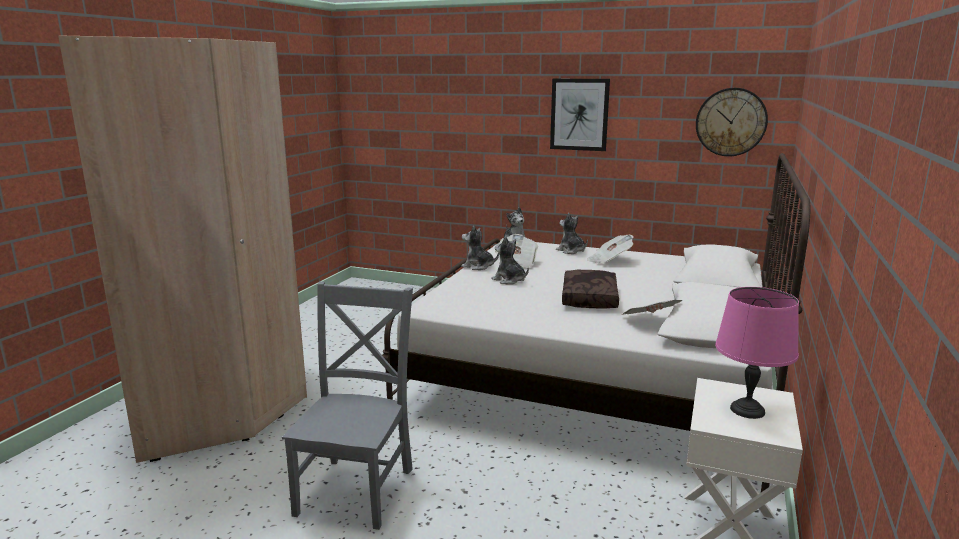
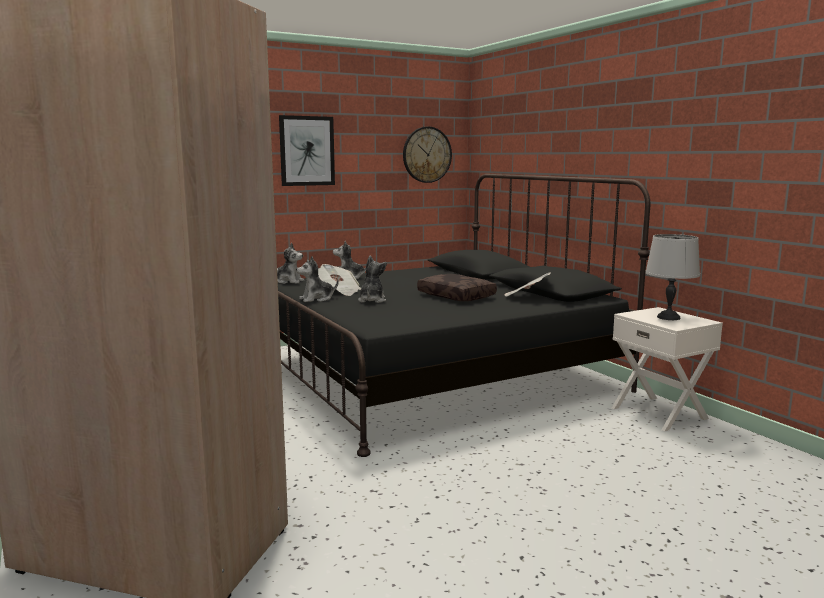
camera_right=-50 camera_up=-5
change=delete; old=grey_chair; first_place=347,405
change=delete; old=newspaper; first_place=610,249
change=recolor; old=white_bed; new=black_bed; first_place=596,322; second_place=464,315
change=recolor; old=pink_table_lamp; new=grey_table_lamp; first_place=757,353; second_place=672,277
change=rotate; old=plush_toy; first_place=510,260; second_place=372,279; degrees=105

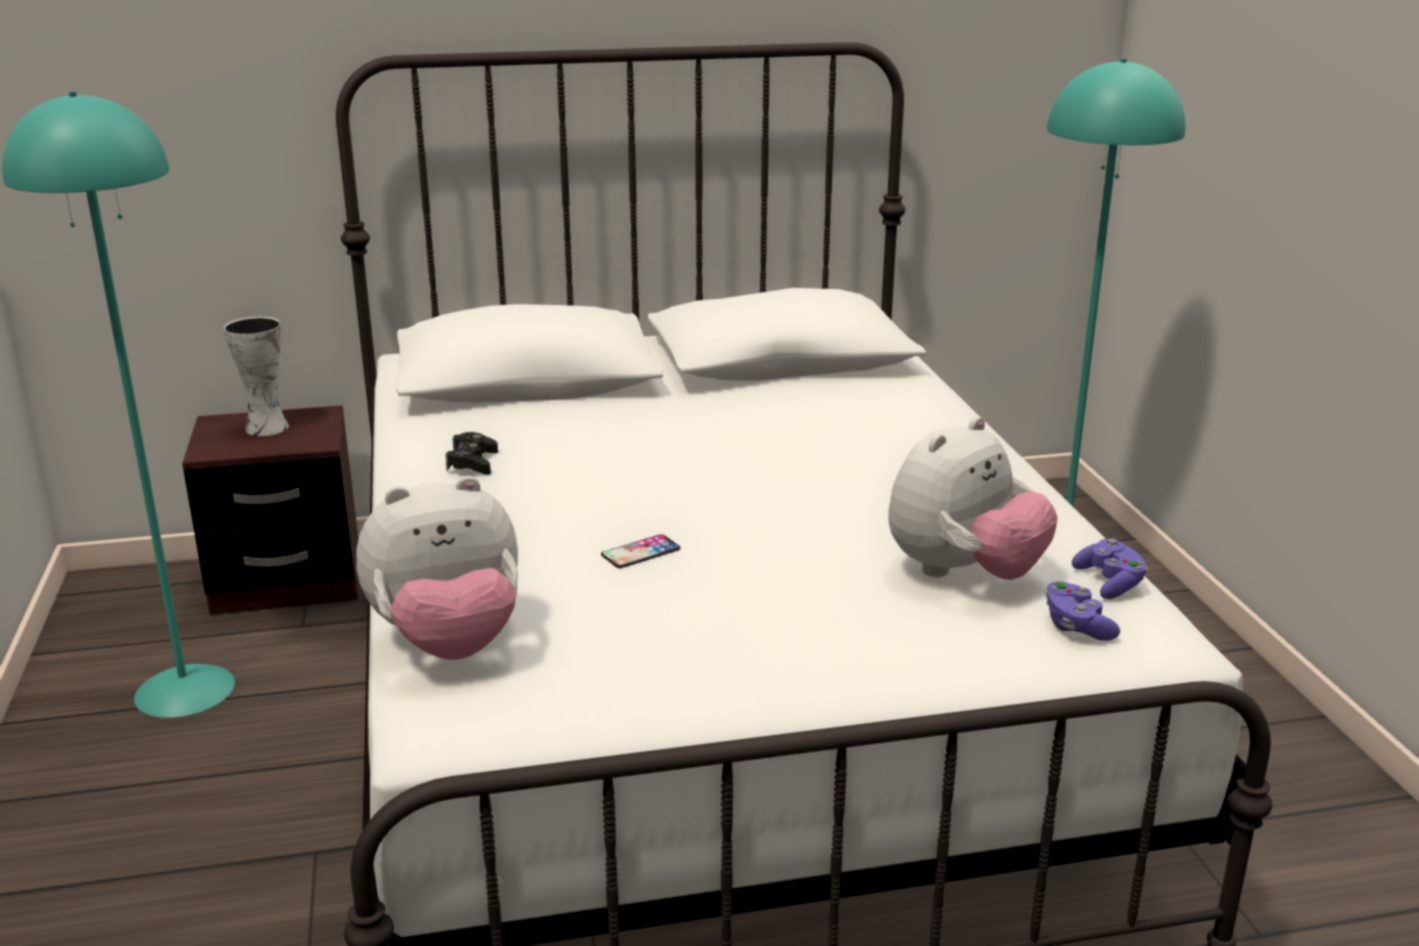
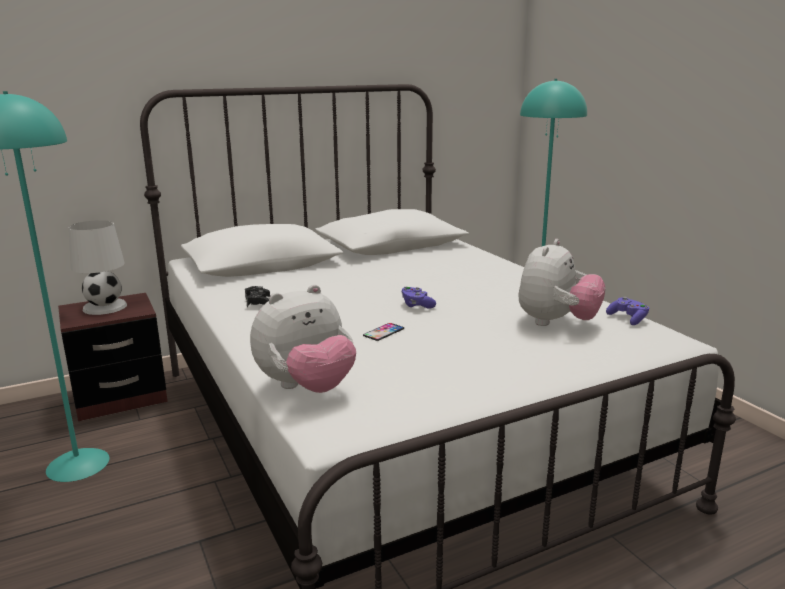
camera_right=-15 camera_up=-5
change=move; old=purple_game_controller; first_place=1082,611; second_place=418,297
change=replace; old=vase; new=white_table_lamp; first_place=256,376; second_place=98,267

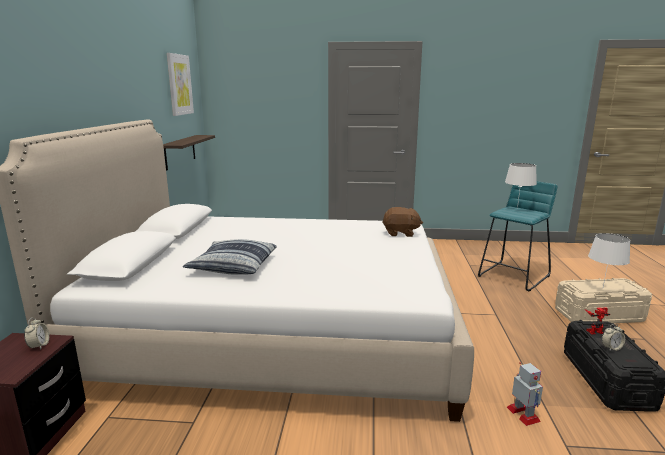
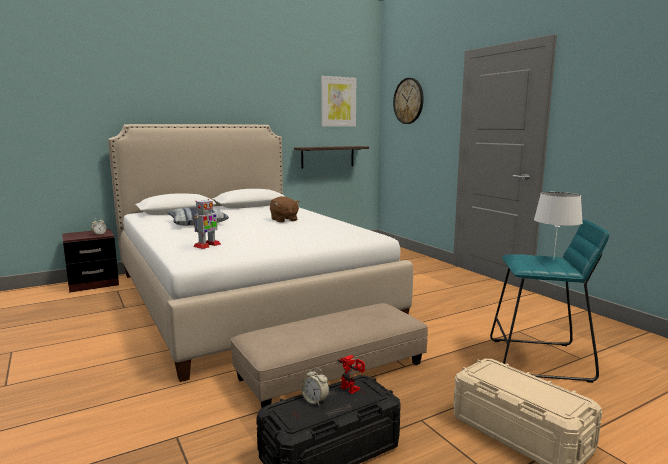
camera_right=55 camera_up=-5
change=delete; old=white_table_lamp; first_place=609,260
change=insert; new=beige_ottoman; second_place=329,355
change=insert; new=wall_clock; second_place=408,101
change=move; old=brown_plush_toy; first_place=402,222; second_place=285,209
change=move; old=toy_robot; first_place=525,394; second_place=207,224

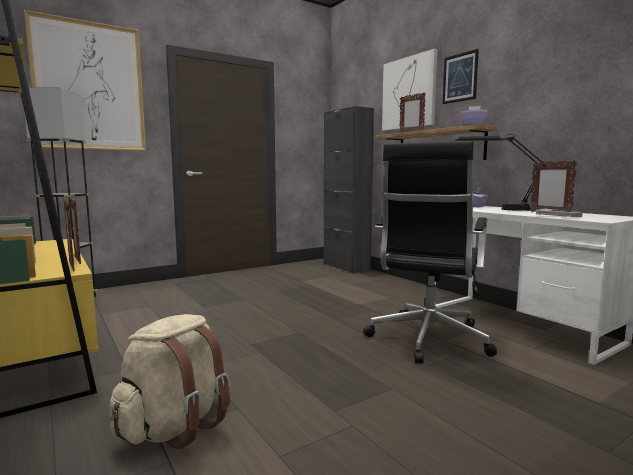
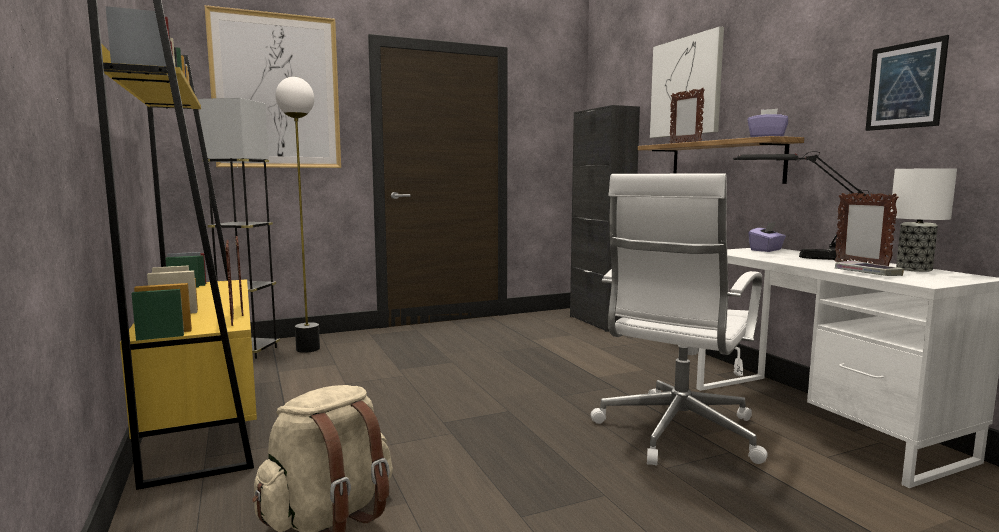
camera_right=10 camera_up=0
change=insert; new=floor_lamp; second_place=298,215
change=insert; new=table_lamp; second_place=923,220
change=move; old=picture; first_place=460,76; second_place=907,83
change=recolor; old=black_office_chair; new=white_office_chair; first_place=430,252; second_place=679,320

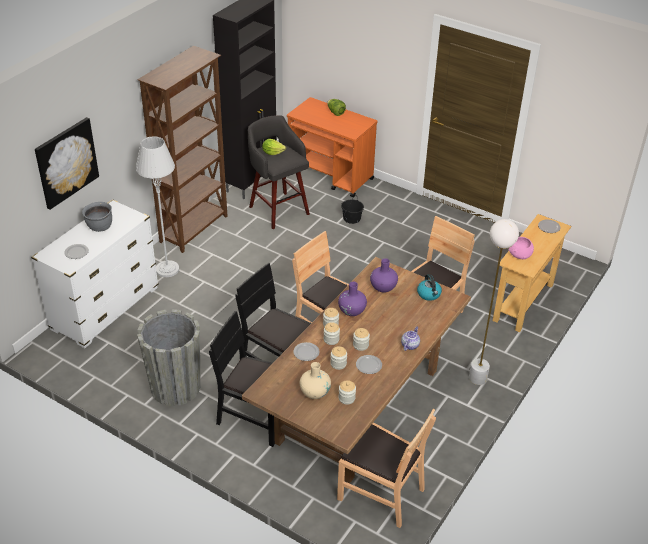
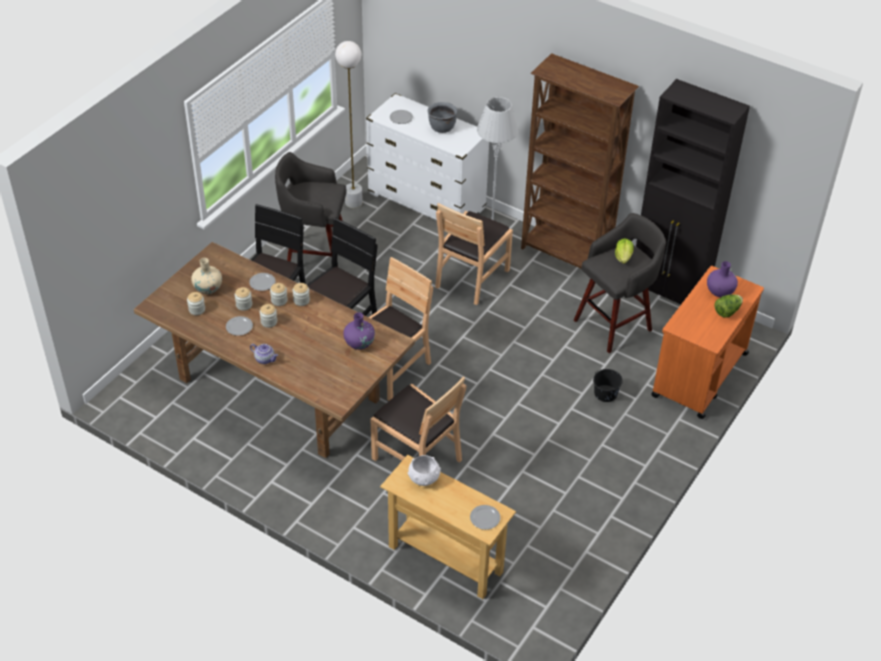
camera_right=90 camera_up=5
change=delete; old=picture; first_place=67,163
change=delete; old=kettle; first_place=429,287
change=move; old=brown_chair; first_place=386,468; second_place=474,254
change=move; old=purple_vase; first_place=352,299; second_place=722,279
change=move; old=white_floor_lamp; first_place=494,302; second_place=349,124
change=replace; old=grey_planter; new=grey_stool; first_place=169,357; second_place=310,207
change=recolor; old=pink_bowl; new=white_bowl; first_place=521,248; second_place=424,470

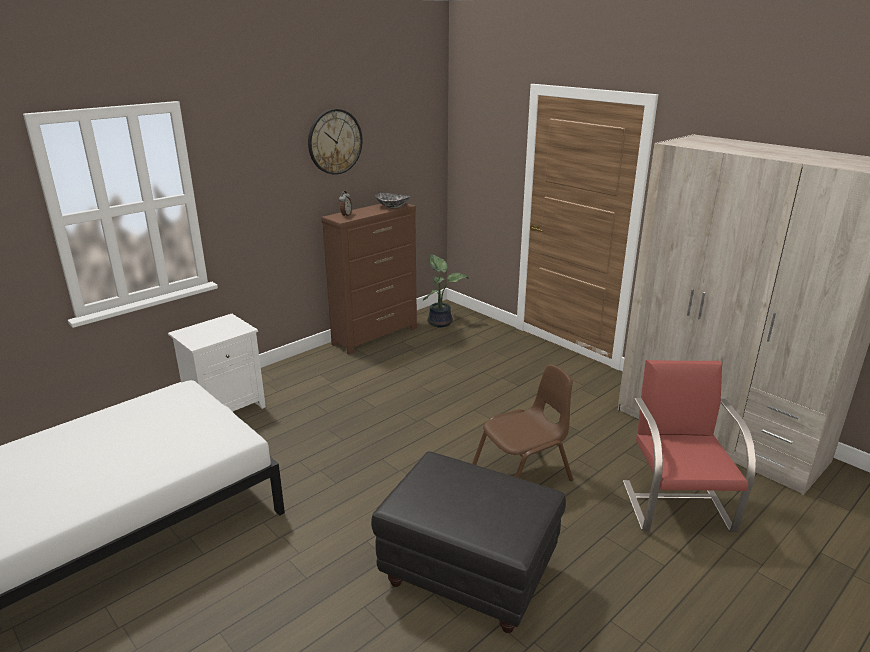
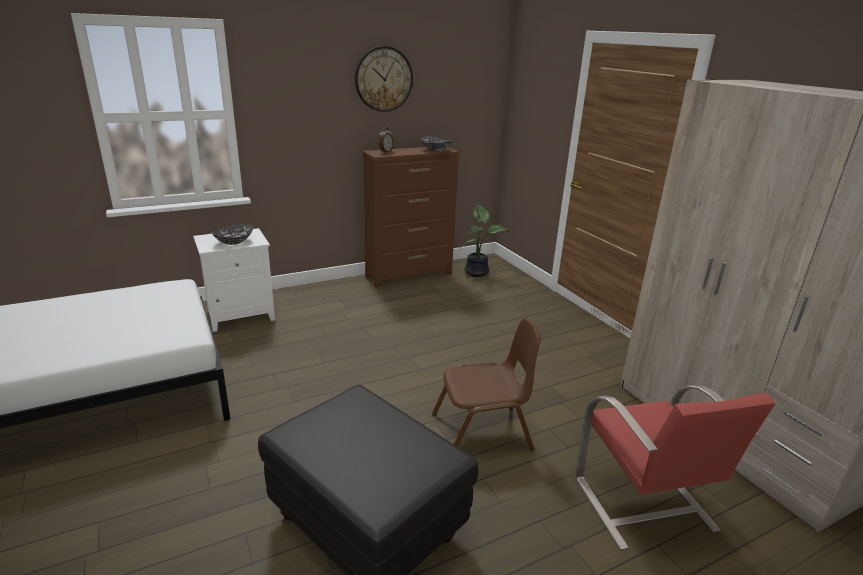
camera_right=15 camera_up=0
change=insert; new=bowl; second_place=232,234
change=rotate; old=red_chair; first_place=689,446; second_place=676,467; degrees=150

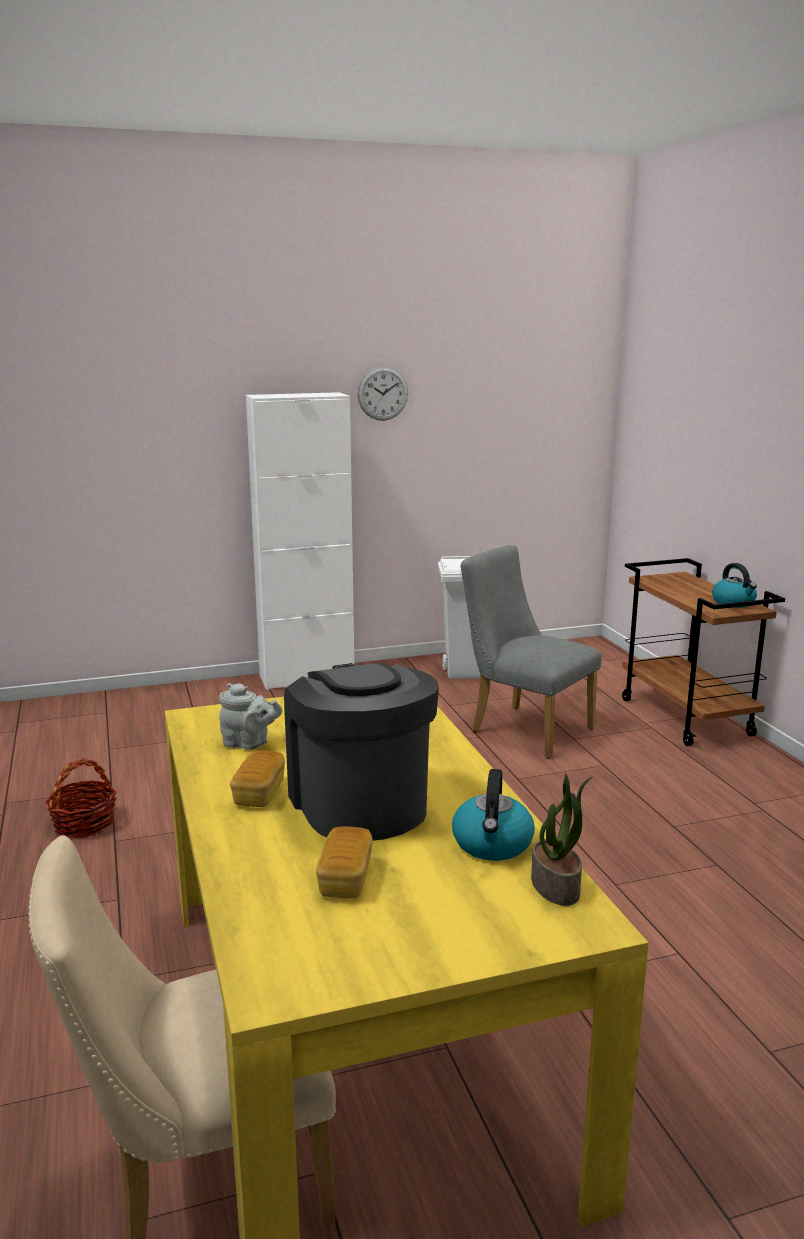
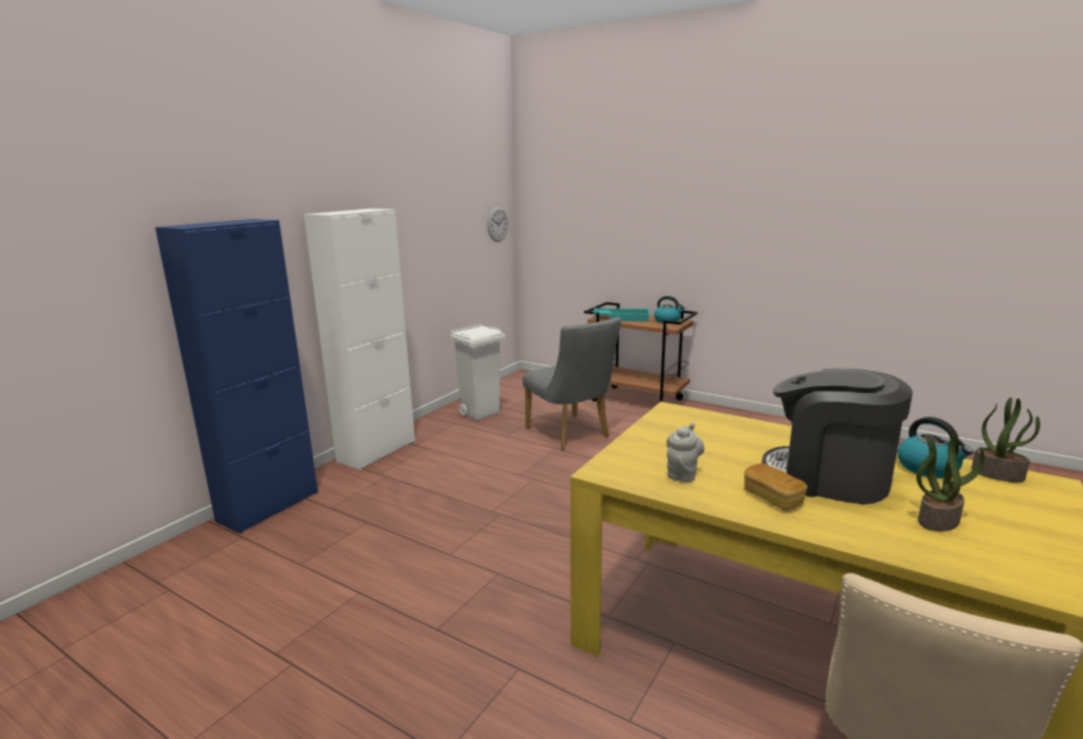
camera_right=-40 camera_up=0
change=delete; old=basket; first_place=81,798
change=insert; new=blue_cabinet; second_place=236,376
change=insert; new=turquoise_tray; second_place=621,314
change=move; old=wall_clock; first_place=382,394; second_place=497,224
change=replace; old=bread; new=potted_plant; first_place=344,862; second_place=950,482
change=rotate; old=grey_teapot; first_place=251,716; second_place=685,452; degrees=-45
change=rotate; old=grey_chair; first_place=531,651; second_place=572,383; degrees=-120

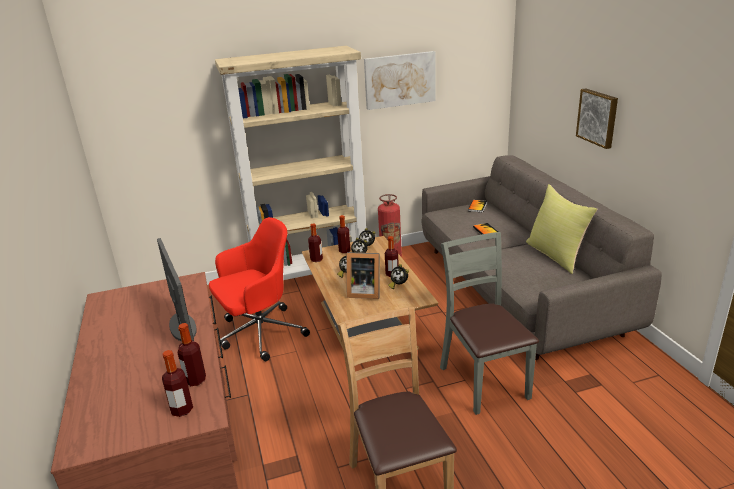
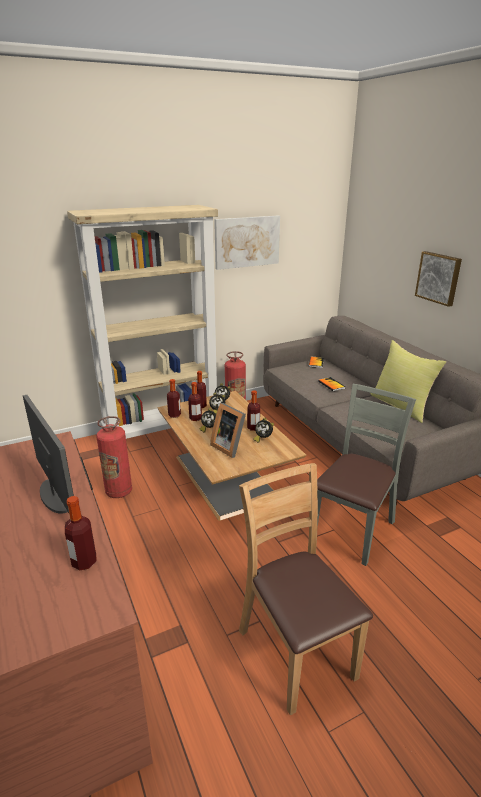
camera_right=-10 camera_up=0
change=move; old=bottle; first_place=177,383; second_place=195,401
change=replace; old=red_office_chair; new=fire_extinguisher; first_place=259,289; second_place=114,457
change=rotate; old=picture_frame; first_place=363,275; second_place=228,430; degrees=45
change=rotate; old=grey_chair; first_place=489,323; second_place=366,475; degrees=60

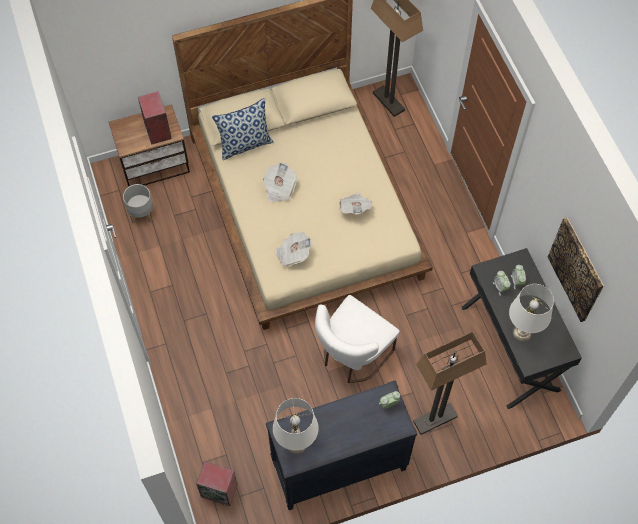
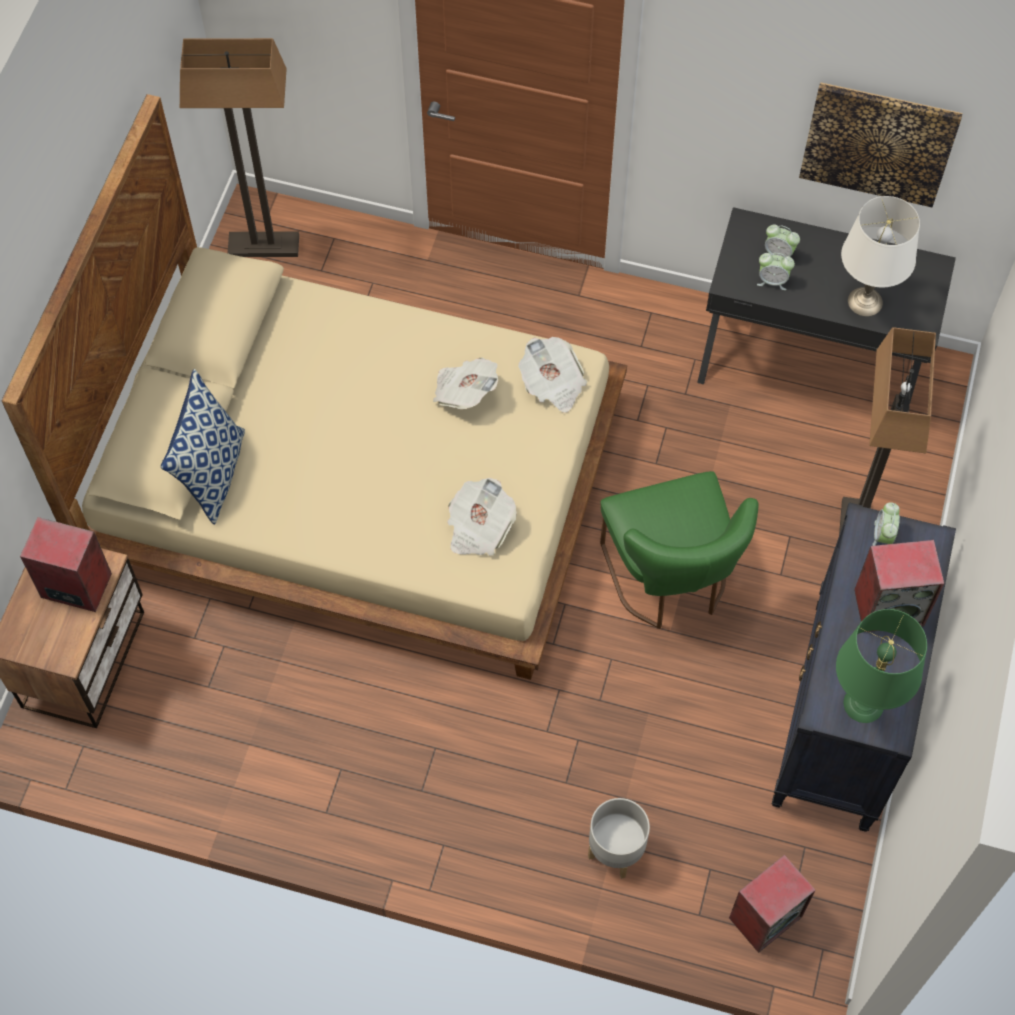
camera_right=-55 camera_up=0
change=insert; new=speaker; second_place=899,586
change=move; old=grey_planter; first_place=138,204; second_place=619,838
change=move; old=newspaper; first_place=280,182; second_place=553,375
change=recolor; old=white_table_lamp; new=green_table_lamp; first_place=295,426; second_place=881,666
change=recolor; old=white_chair; new=green_chair; first_place=357,339; second_place=679,550

